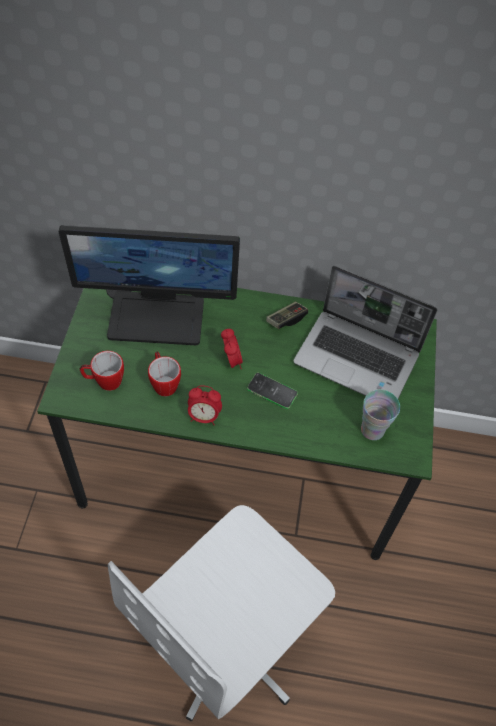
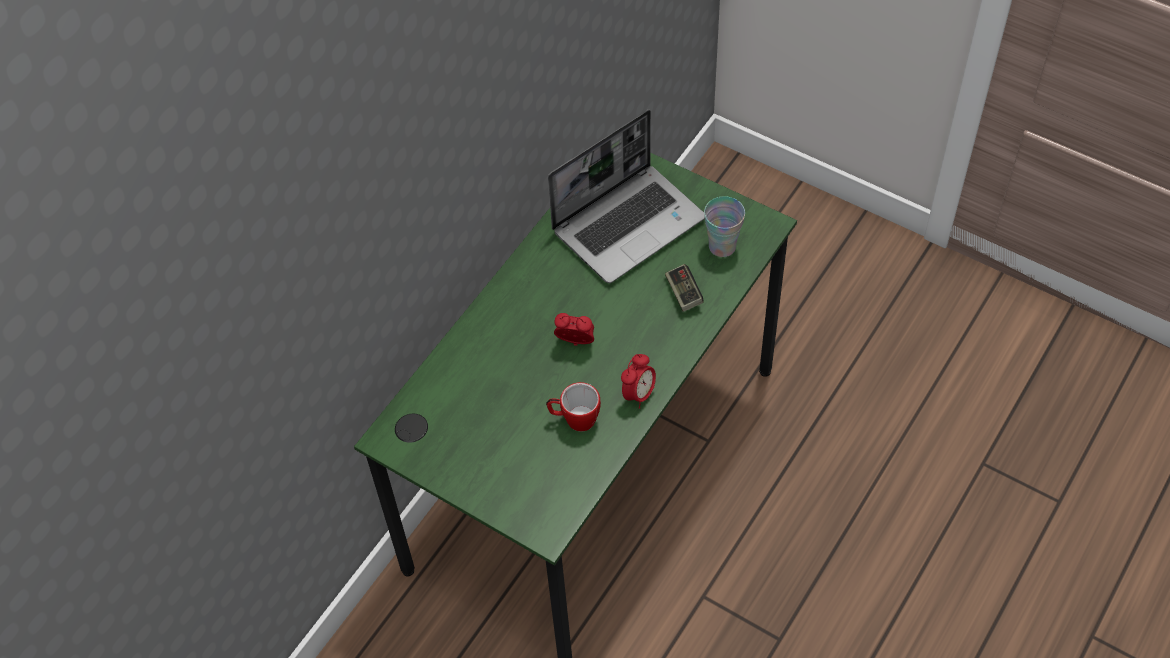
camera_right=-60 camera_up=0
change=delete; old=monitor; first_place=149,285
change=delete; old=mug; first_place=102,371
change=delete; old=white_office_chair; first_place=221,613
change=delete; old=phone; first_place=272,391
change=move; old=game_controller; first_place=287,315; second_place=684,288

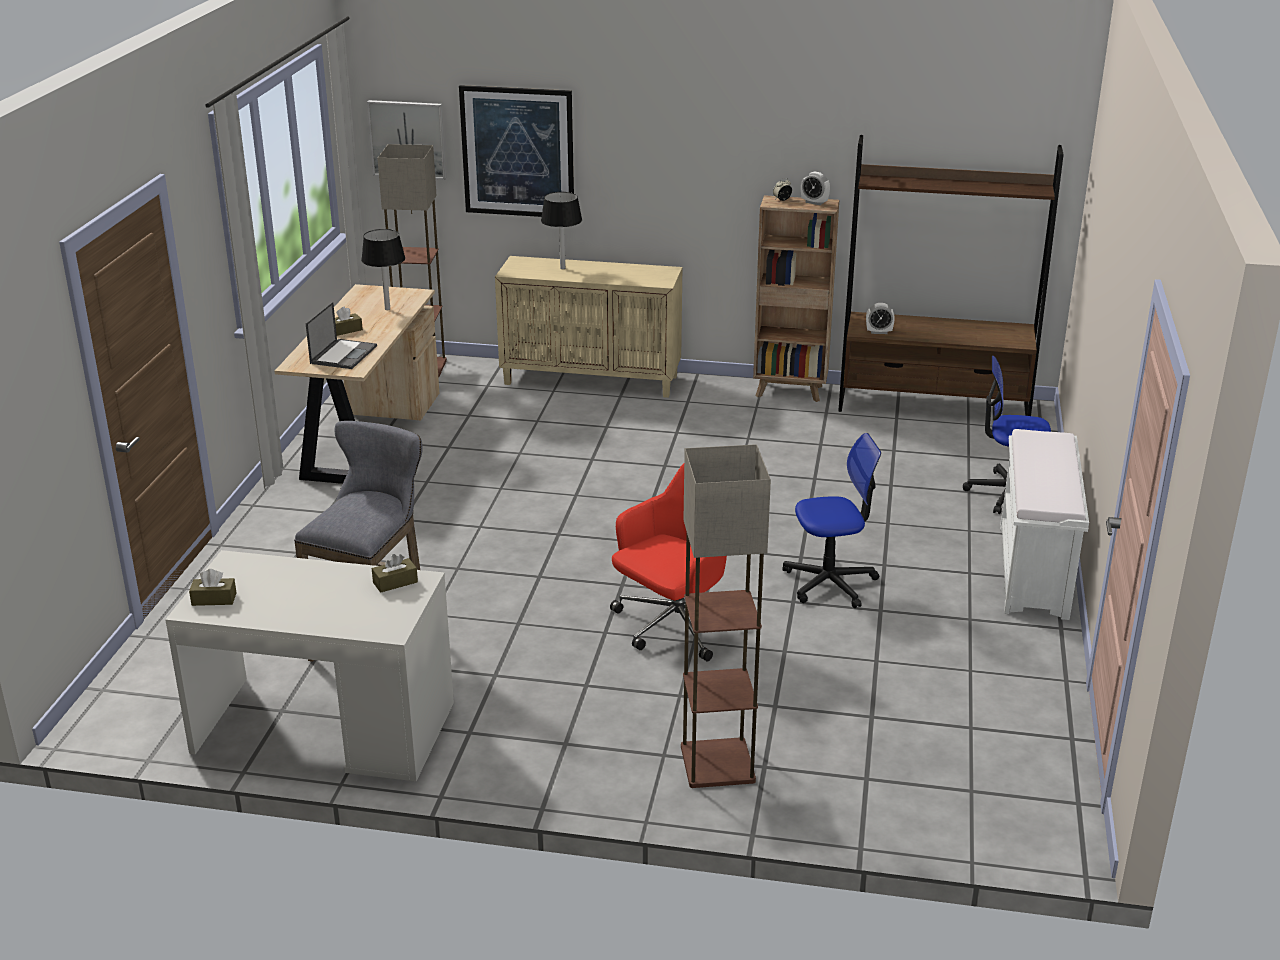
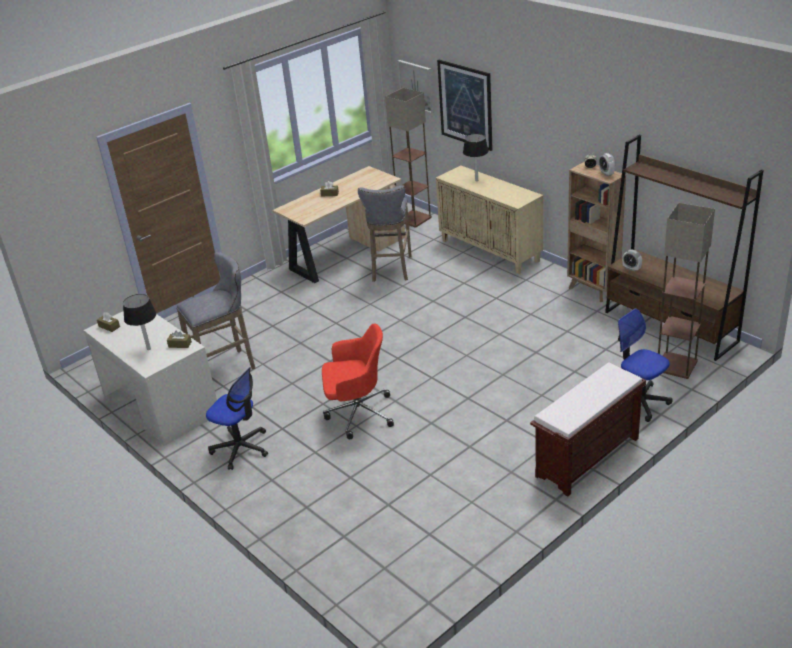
camera_right=40 camera_up=5
change=delete; old=laptop; first_place=341,335
change=insert; new=grey_stool; second_place=385,233
change=move; old=black_table_lamp; first_place=383,269; second_place=139,322
change=move; old=floor_lamp; first_place=726,616; second_place=686,291
change=move; old=office_chair; first_place=831,520; second_place=237,418
change=recolor; old=white_bench; new=brown_bench; first_place=1044,524; second_place=588,429

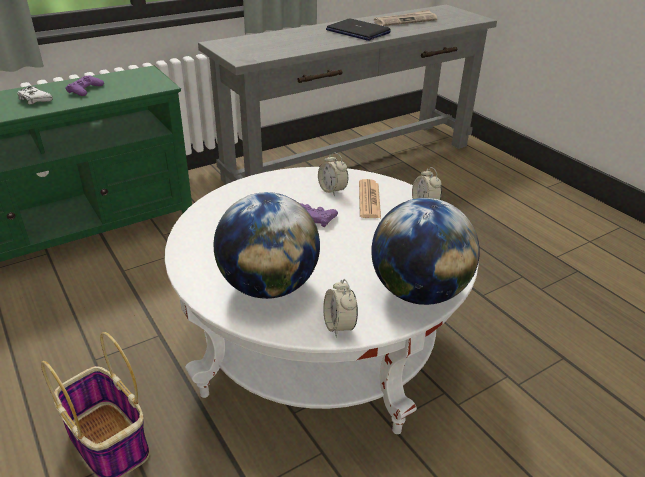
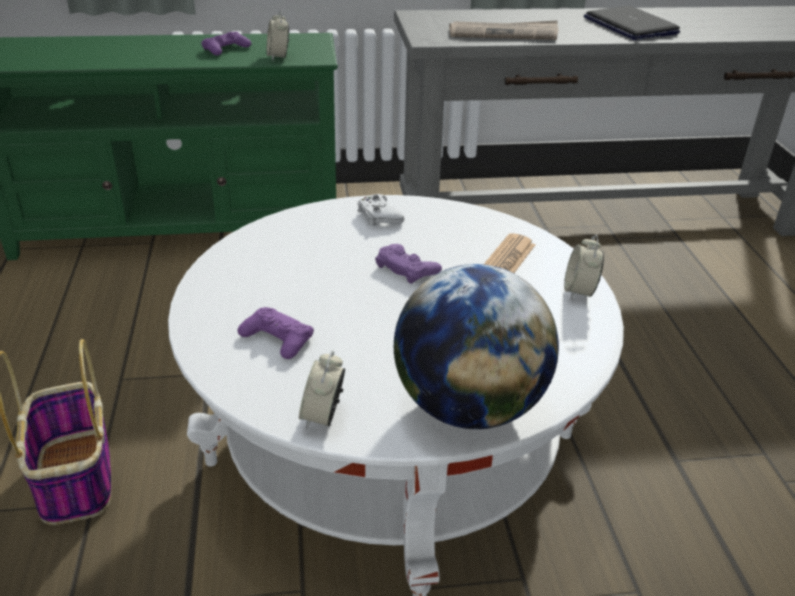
camera_right=25 camera_up=0
change=move; old=white_game_controller; first_place=35,95; second_place=381,209
change=move; old=alarm_clock; first_place=333,174; second_place=278,35
change=move; old=newspaper; first_place=405,18; second_place=503,30
change=replace; old=globe; new=purple_game_controller; first_place=267,245; second_place=275,333

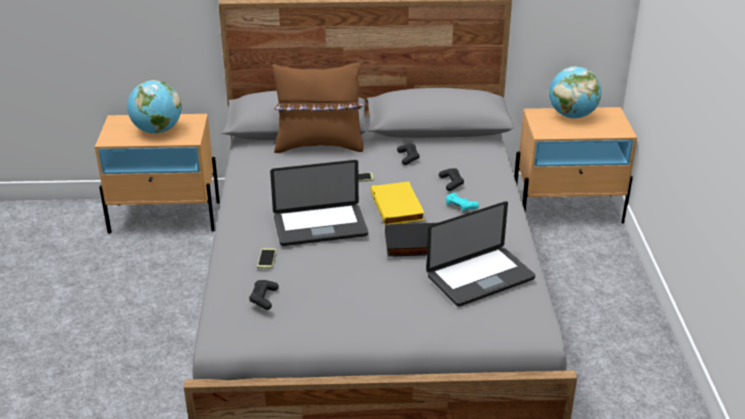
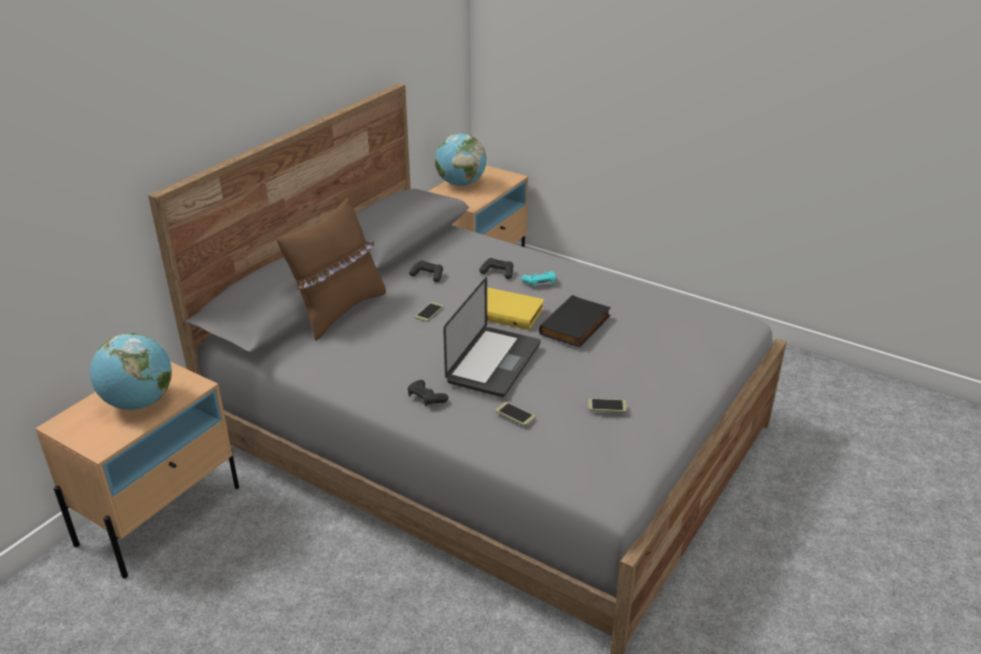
camera_right=-55 camera_up=0
change=delete; old=laptop; first_place=480,254
change=insert; new=phone; second_place=607,405
change=move; old=black_game_controller; first_place=264,295; second_place=428,393

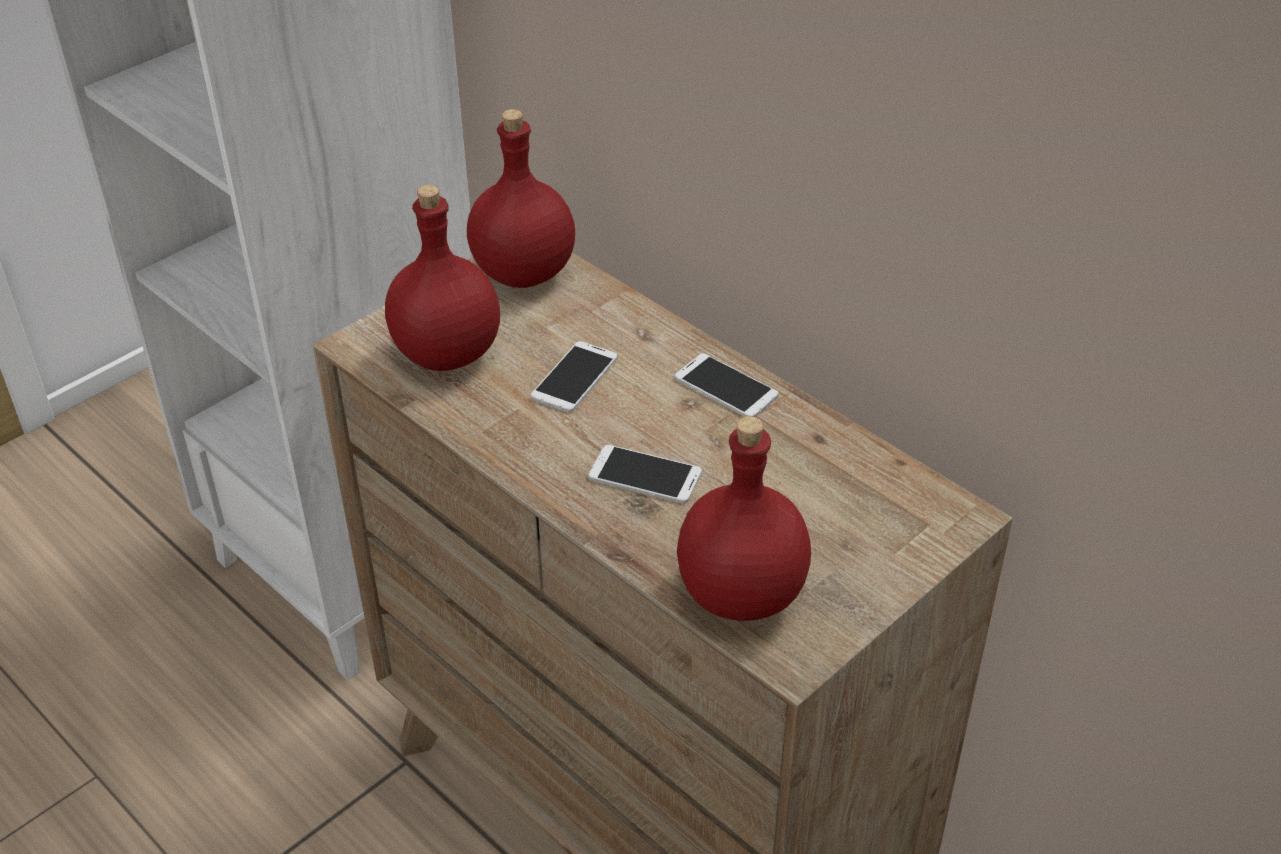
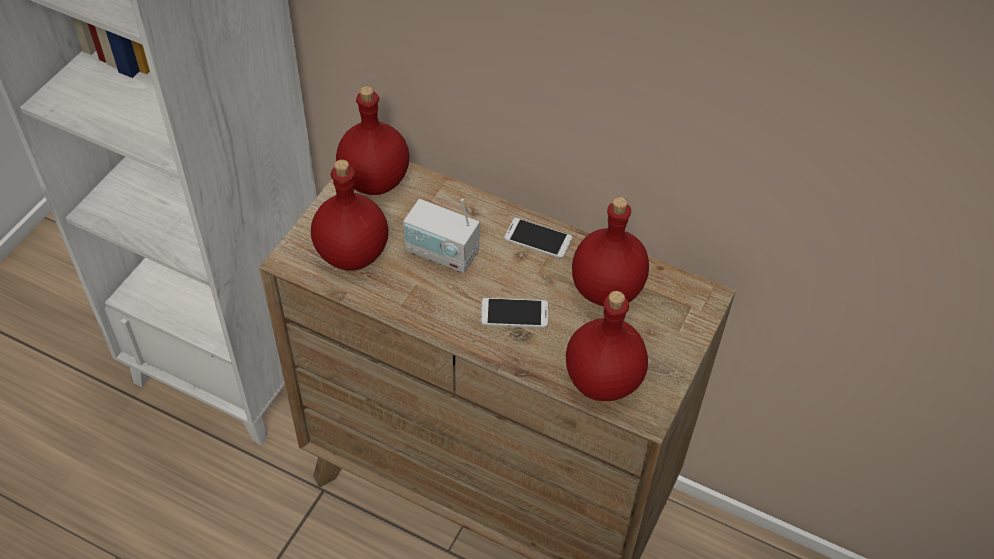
camera_right=-20 camera_up=10
change=insert; new=red_bottle; second_place=610,251
change=replace; old=phone; new=radio; first_place=574,376; second_place=441,236

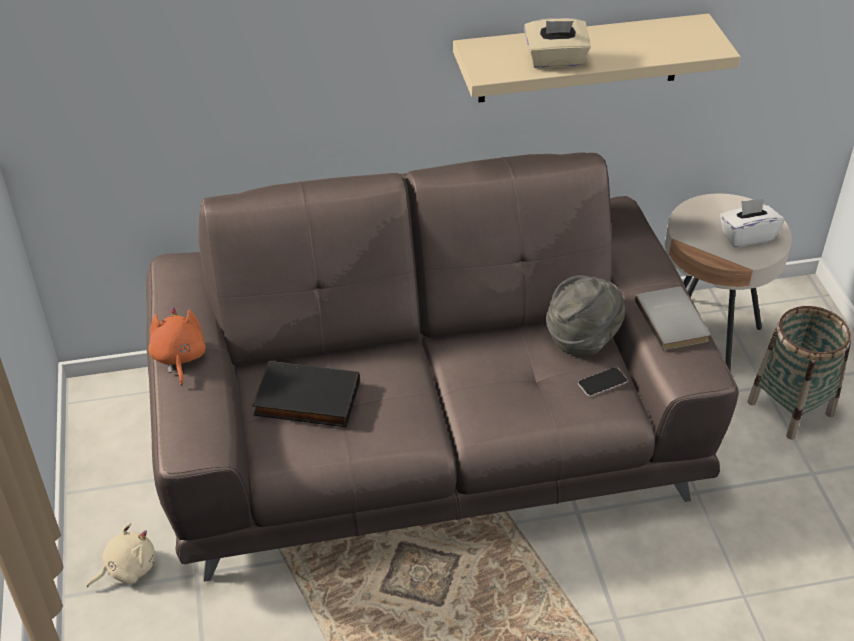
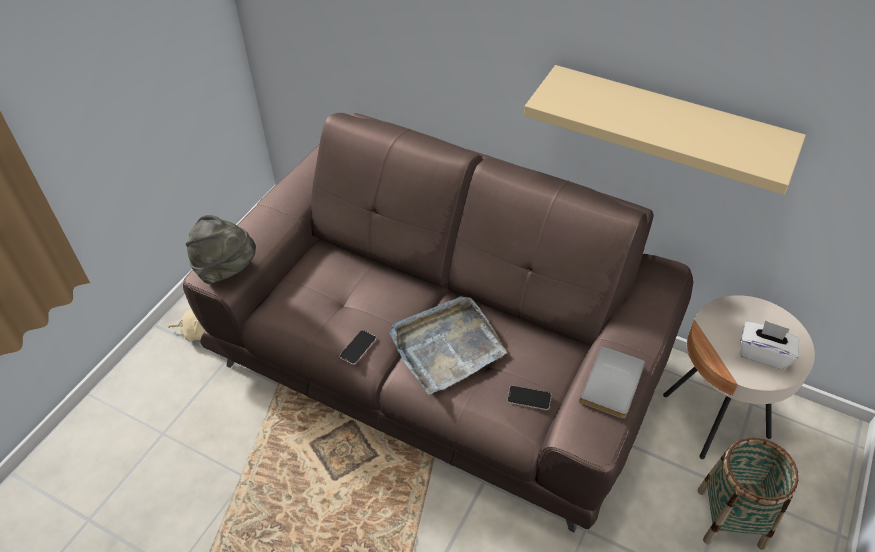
camera_right=40 camera_up=5
change=delete; old=orange_plush_toy; first_place=177,346
change=delete; old=black_book; first_place=306,394
change=delete; old=beige_tissue_box; first_place=557,43
change=insert; new=phone; second_place=358,347
change=insert; new=grey_tray; second_place=448,345
change=move; old=grey_hat; first_place=585,315; second_place=221,249

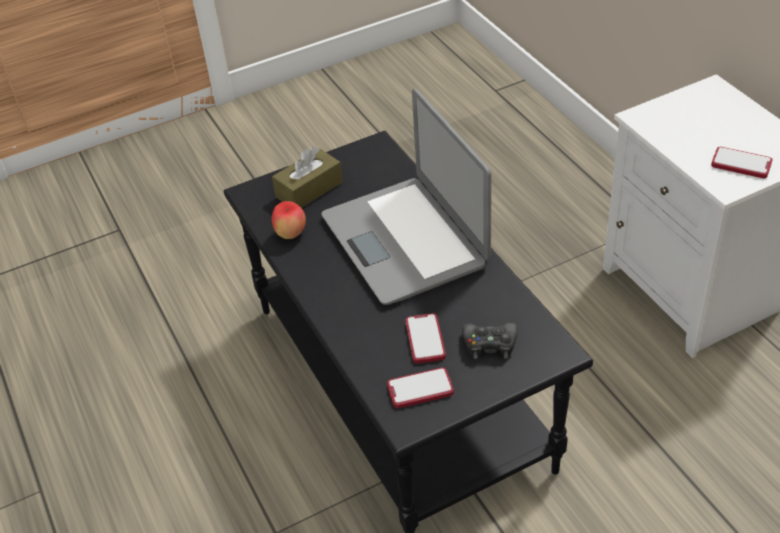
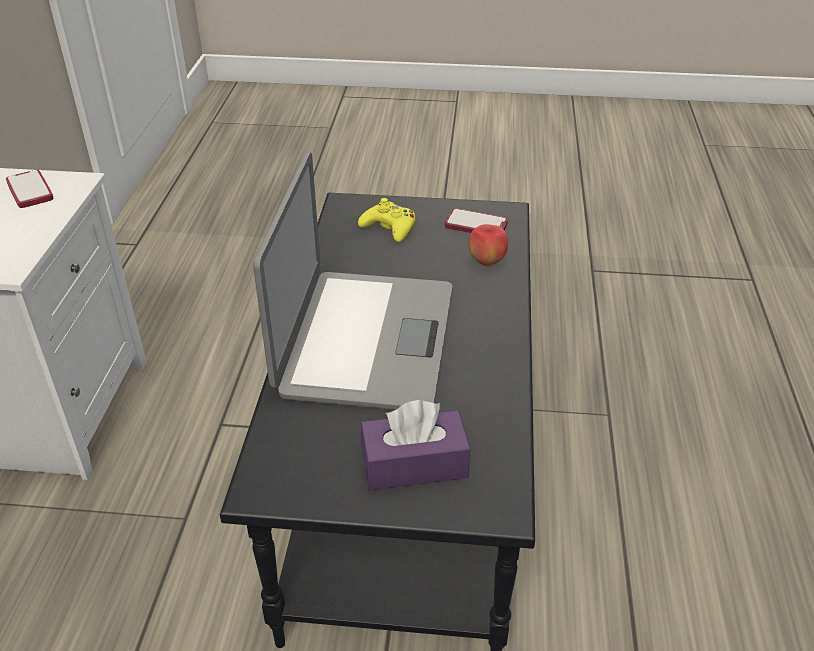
camera_right=-150 camera_up=-5
change=delete; old=phone; first_place=425,338
change=move; old=apple; first_place=289,220; second_place=488,245
change=recolor; old=brown_tissue_box; new=purple_tissue_box; first_place=307,177; second_place=415,445
change=recolor; old=black_game_controller; new=yellow_game_controller; first_place=490,341; second_place=387,220

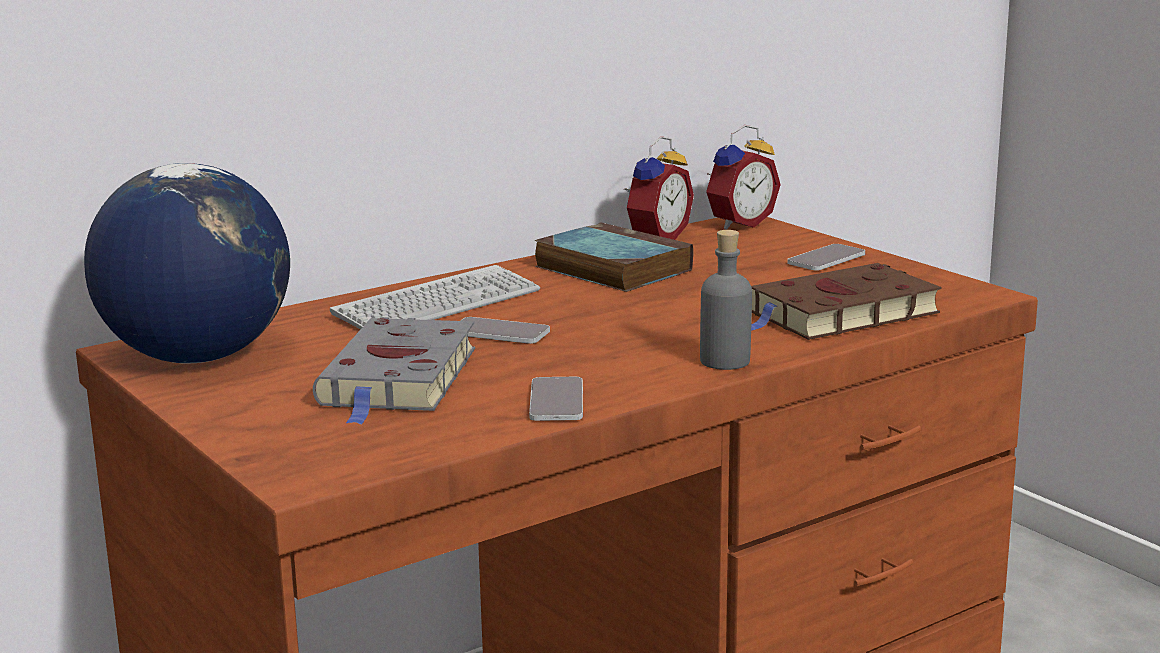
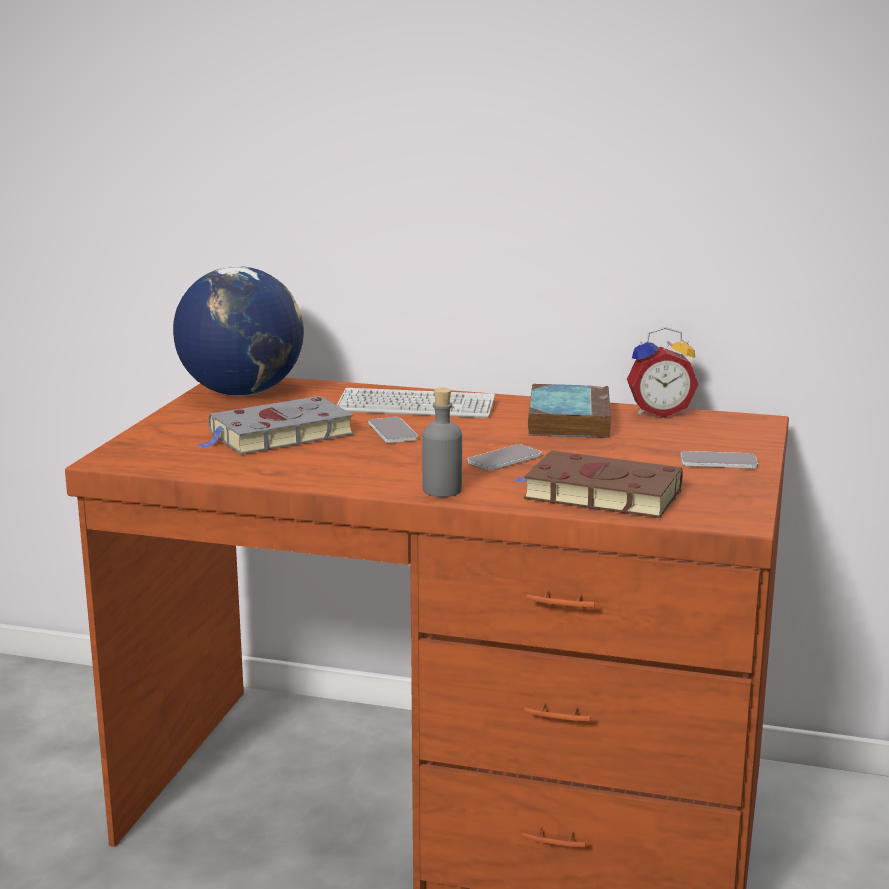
camera_right=50 camera_up=0
change=delete; old=alarm_clock; first_place=743,177
change=move; old=phone; first_place=556,399; second_place=504,457

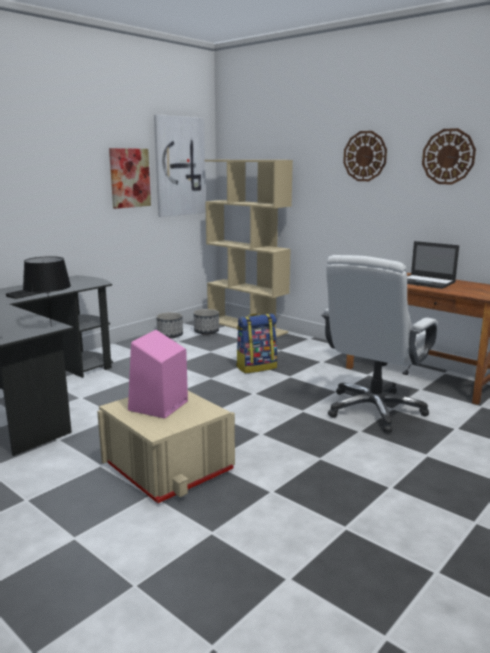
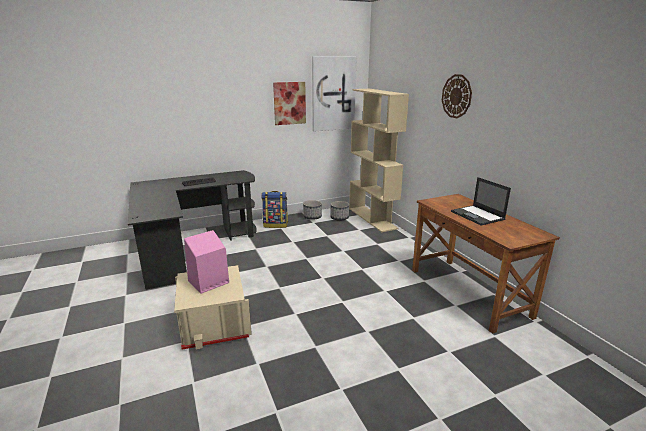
camera_right=25 camera_up=5
change=delete; old=black_table_lamp; first_place=47,291
change=delete; old=white_office_chair; first_place=379,343
change=delete; old=wall_clock; first_place=449,156
change=move; old=backpack; first_place=257,343; second_place=274,209

